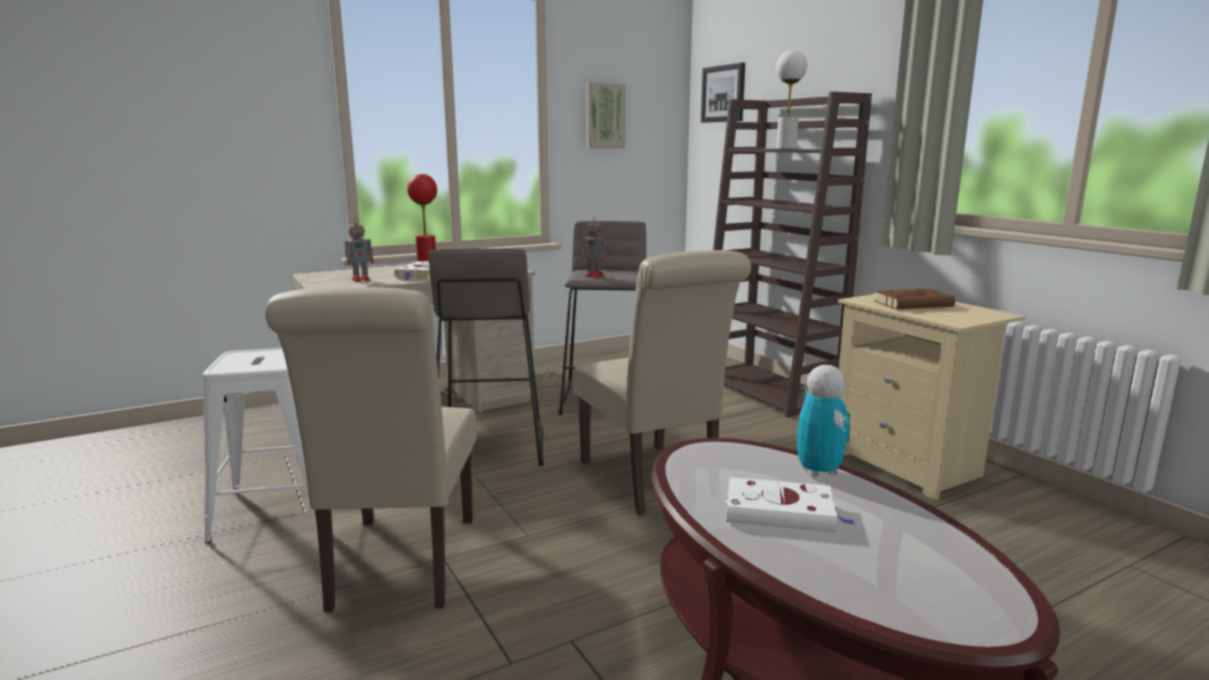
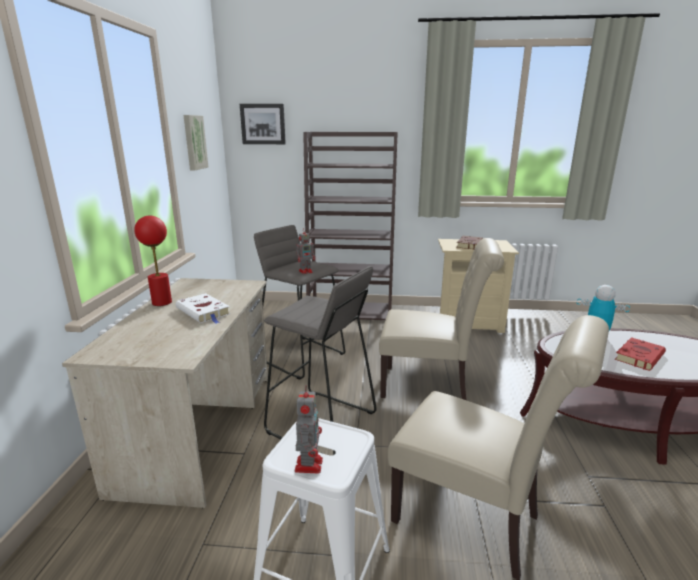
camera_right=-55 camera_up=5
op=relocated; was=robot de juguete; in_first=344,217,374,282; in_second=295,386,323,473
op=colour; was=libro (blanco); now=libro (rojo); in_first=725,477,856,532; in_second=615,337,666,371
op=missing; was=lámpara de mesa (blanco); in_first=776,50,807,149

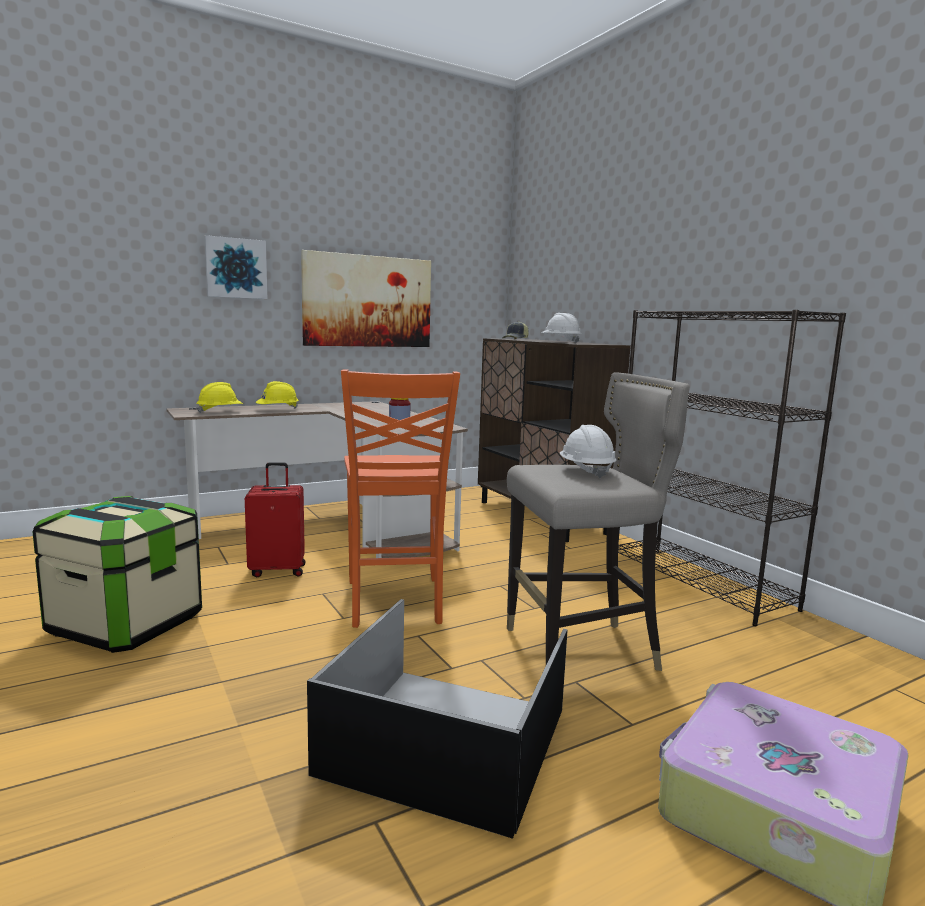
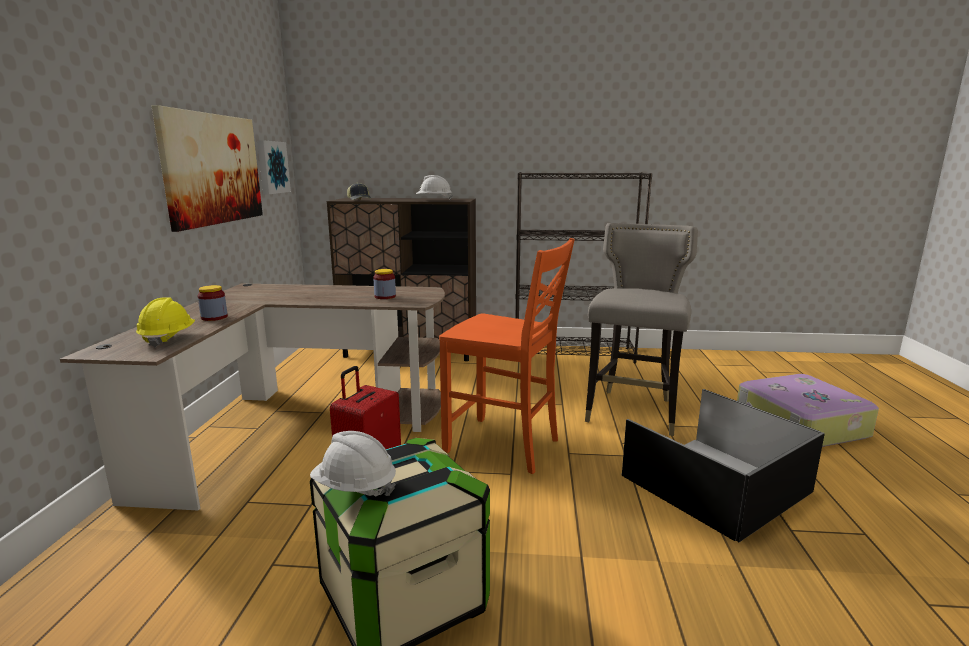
camera_right=-55 camera_up=5
op=exchanged; was=casco (amarillo); now=tarro; in_first=256,381,299,409; in_second=197,285,228,321
op=relocated; was=cuadro; in_first=204,235,267,299; in_second=257,140,291,194
op=relocated; was=casco (blanco); in_first=560,425,616,478; in_second=310,431,396,496

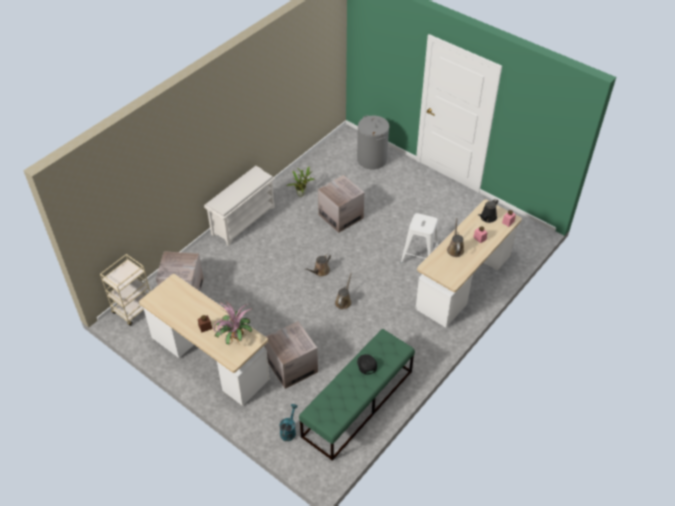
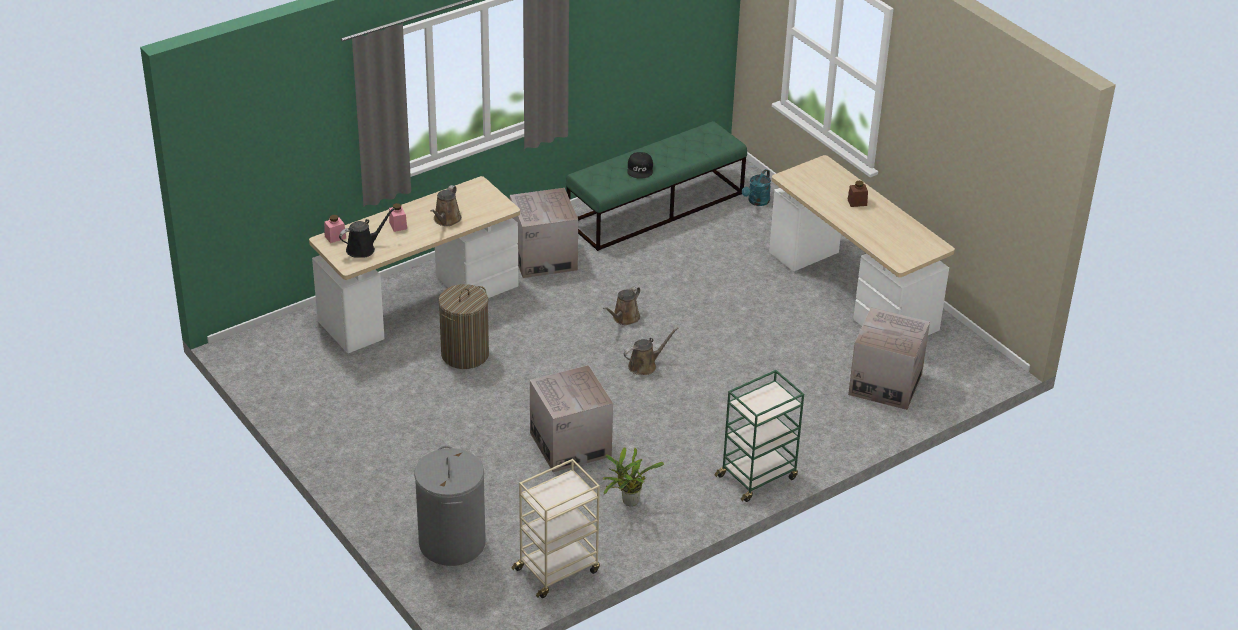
camera_right=-165 camera_up=-10
op=exchanged; was=taburete (blanco); now=cesto de la ropa; in_first=401,213,438,263; in_second=439,284,489,369
op=relocated; was=caja de cartón; in_first=265,321,318,389; in_second=510,188,578,278
op=relocated; was=carrito (beis); in_first=100,254,150,326; in_second=511,459,600,598
op=exchanged; was=zapatero (blanco); now=carrito (verde); in_first=204,166,275,246; in_second=715,370,804,502
op=missing; was=planta en maceta; in_first=213,302,252,346

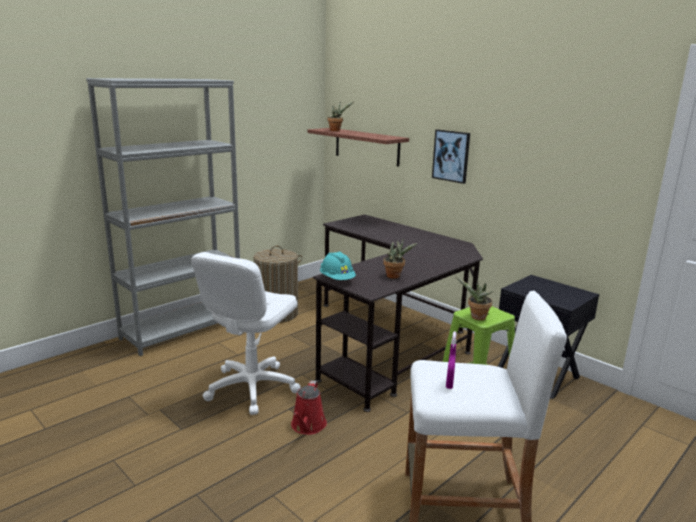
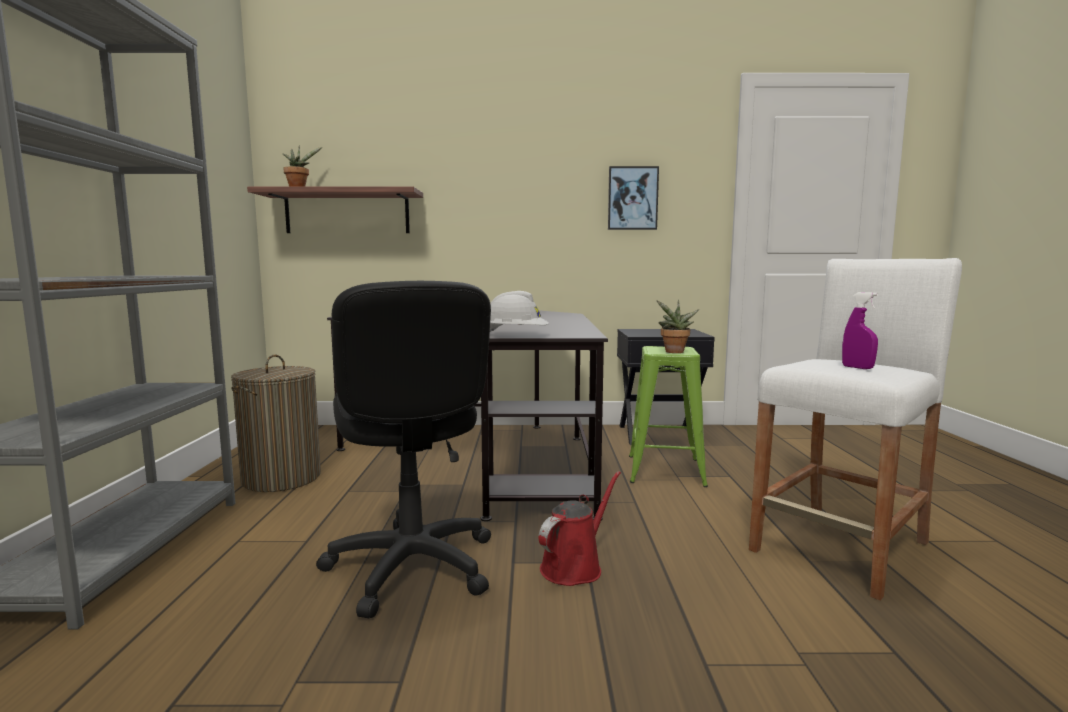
camera_right=-45 camera_up=-10
op=colour; was=silla de oficina (blanco); now=silla de oficina (negro); in_first=191,252,301,415; in_second=316,281,491,618
op=colour; was=casco (turquesa); now=casco (blanco); in_first=320,252,356,280; in_second=490,291,549,332
op=spun; was=regadera (rojo); in_first=291,381,327,435; in_second=539,471,621,586; clockwise=-105
op=relocated; was=cuadro; in_first=432,129,470,184; in_second=608,166,659,230
op=missing; was=planta en maceta; in_first=383,238,417,279

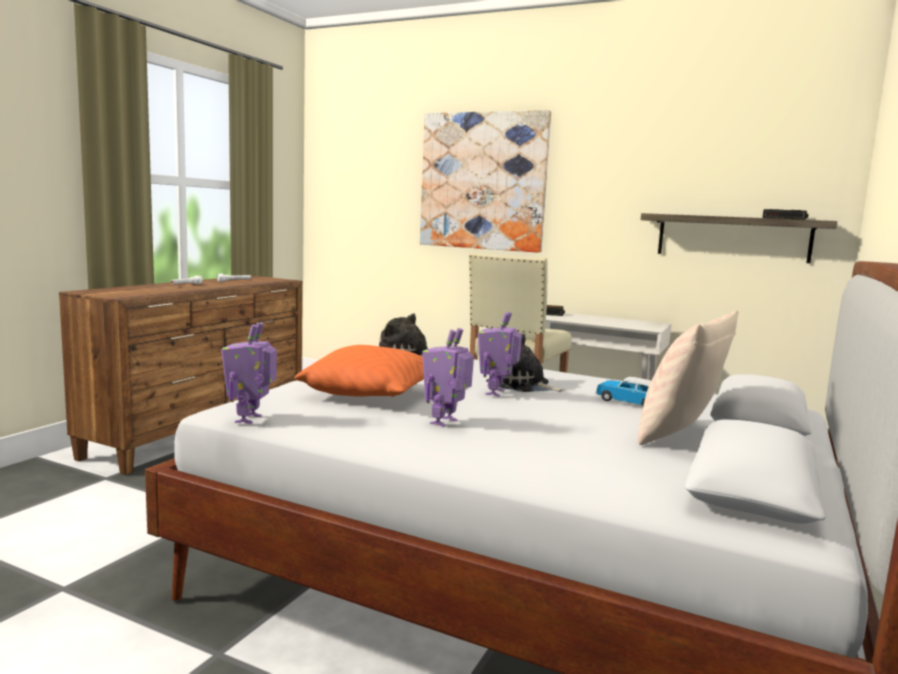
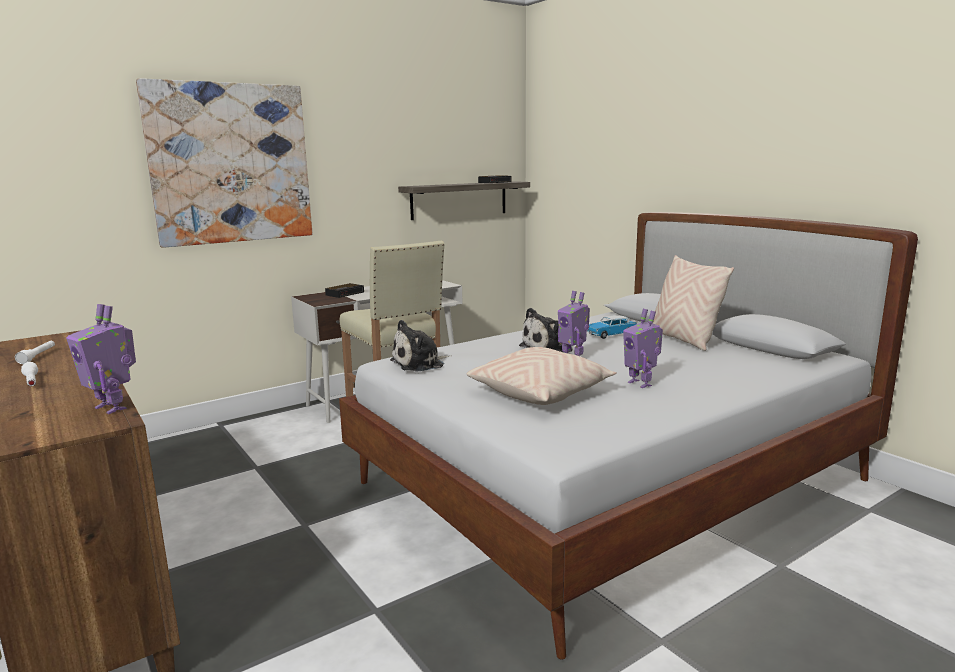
camera_right=-60 camera_up=5
op=relocated; was=robot de juguete; in_first=221,322,277,424; in_second=66,304,136,414
op=colour; was=cojín (naranja); now=cojín (beis); in_first=294,345,424,397; in_second=466,347,617,405

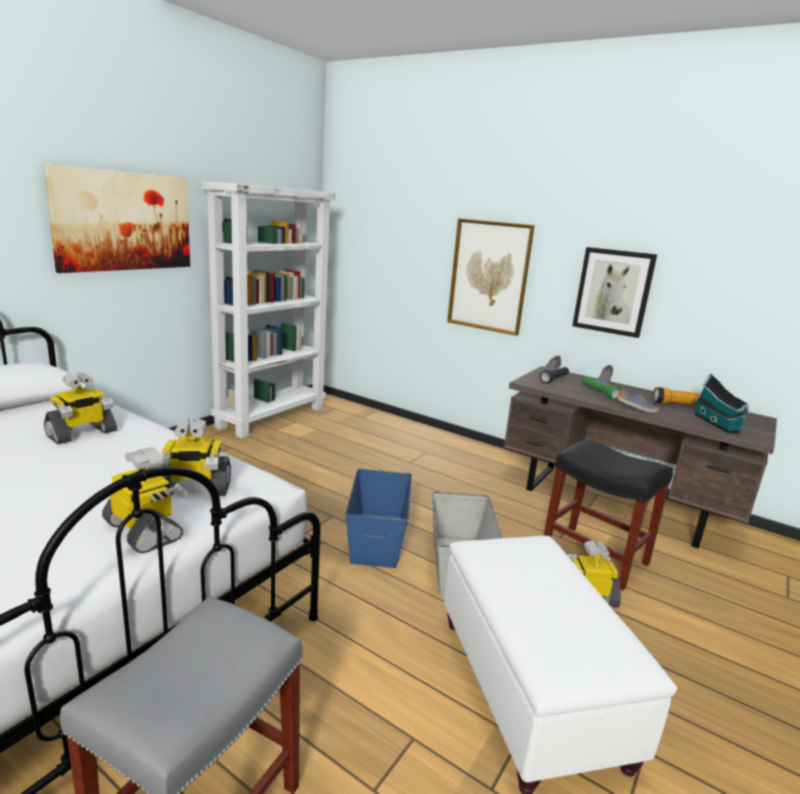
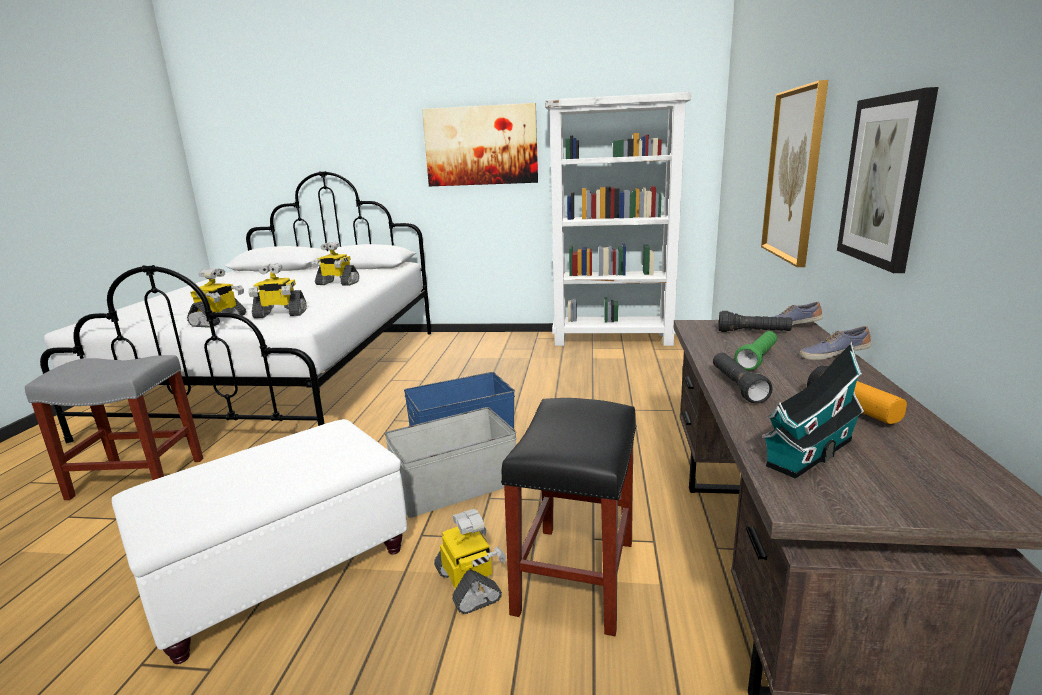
camera_right=65 camera_up=0
op=spun; was=robot de juguete; in_first=157,418,231,496; in_second=248,263,307,318; clockwise=-60
op=exchanged; was=zapato; now=linterna (negro); in_first=617,388,659,413; in_second=713,353,773,403

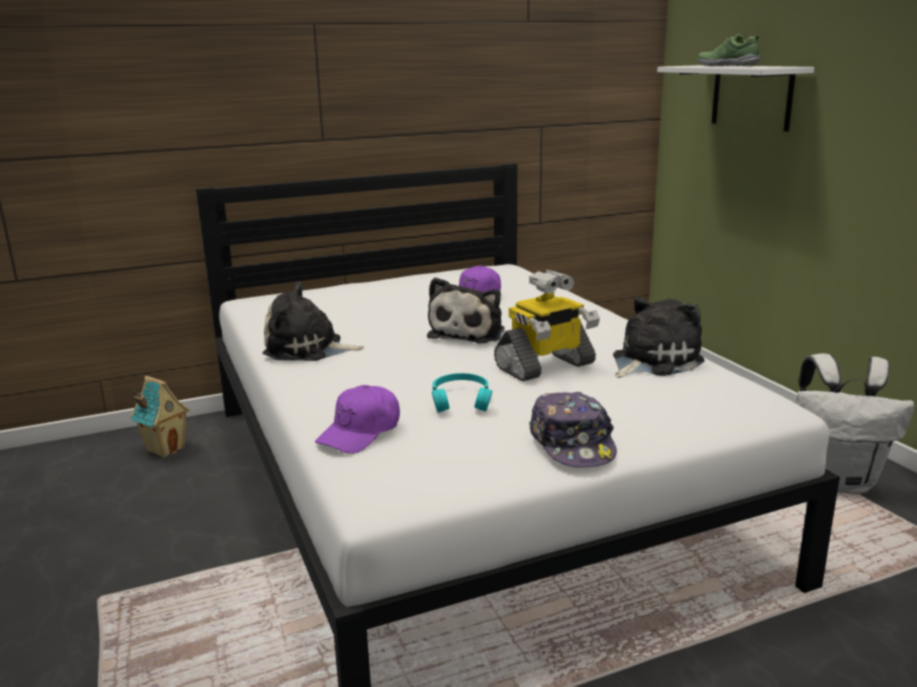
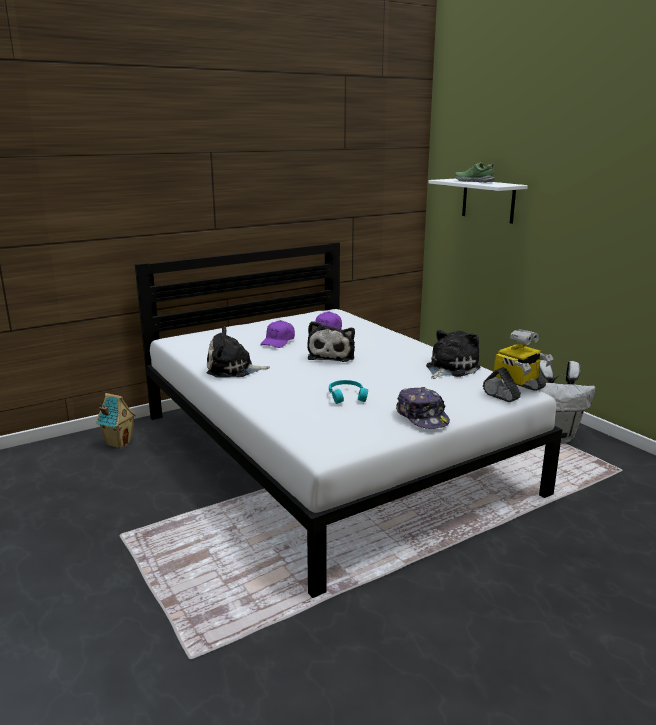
camera_right=-10 camera_up=0
op=relocated; was=gorra (morado); in_first=315,385,400,454; in_second=260,320,295,348
op=relocated; was=robot de juguete; in_first=494,269,600,381; in_second=483,329,554,402

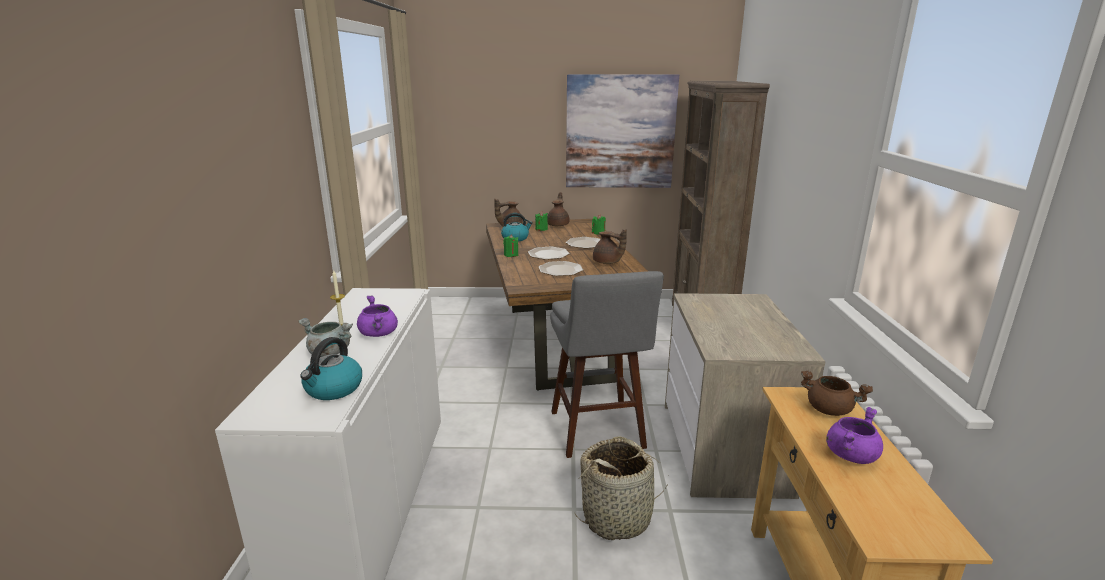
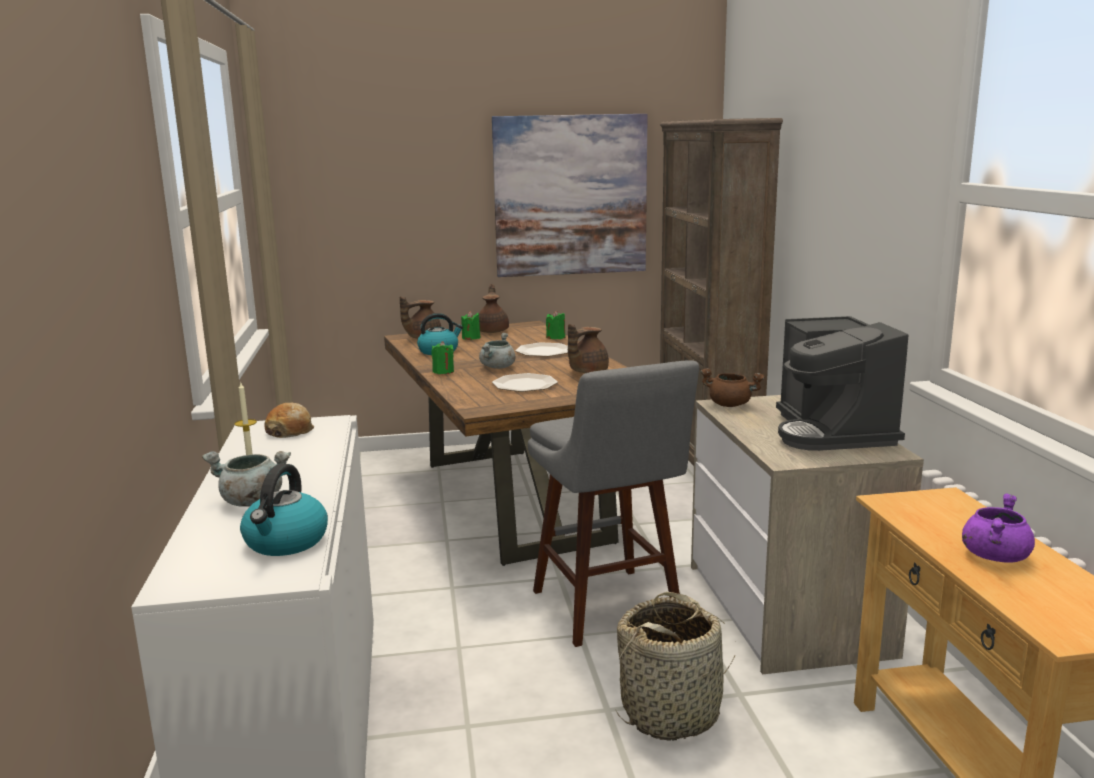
camera_right=-10 camera_up=-5
op=appeared; now=pan; in_second=264,403,314,438
op=exchanged; was=plato; now=olla (gris); in_first=528,246,570,260; in_second=479,333,515,369
op=spun; was=tetera (marrón); in_first=593,229,627,264; in_second=568,324,609,373; clockwise=105
op=relocated; was=olla (marrón); in_first=801,371,873,416; in_second=701,368,764,407
op=appeared; now=cafetera; in_second=776,316,908,451
op=missing; was=olla (morado); in_first=357,295,398,337

